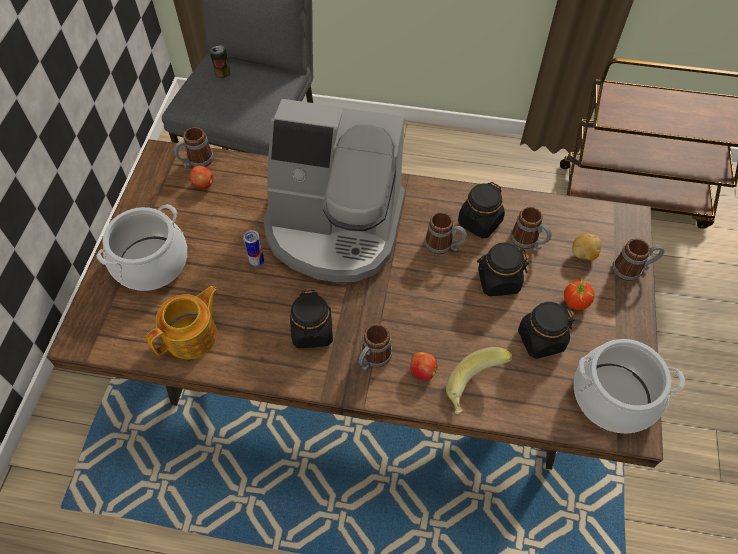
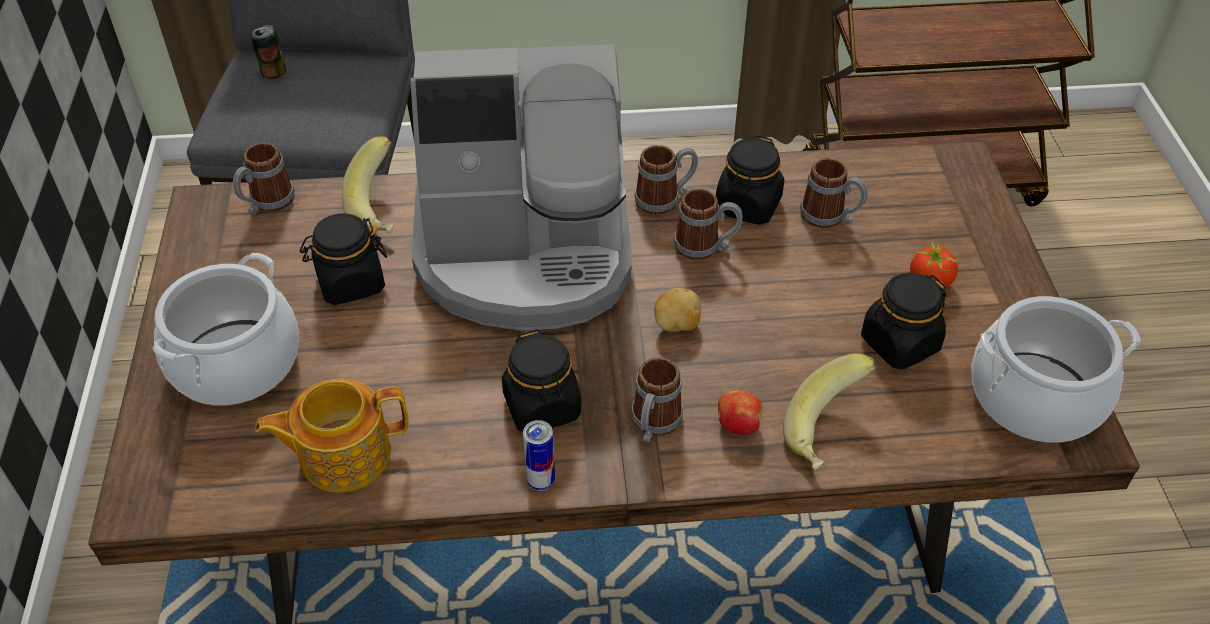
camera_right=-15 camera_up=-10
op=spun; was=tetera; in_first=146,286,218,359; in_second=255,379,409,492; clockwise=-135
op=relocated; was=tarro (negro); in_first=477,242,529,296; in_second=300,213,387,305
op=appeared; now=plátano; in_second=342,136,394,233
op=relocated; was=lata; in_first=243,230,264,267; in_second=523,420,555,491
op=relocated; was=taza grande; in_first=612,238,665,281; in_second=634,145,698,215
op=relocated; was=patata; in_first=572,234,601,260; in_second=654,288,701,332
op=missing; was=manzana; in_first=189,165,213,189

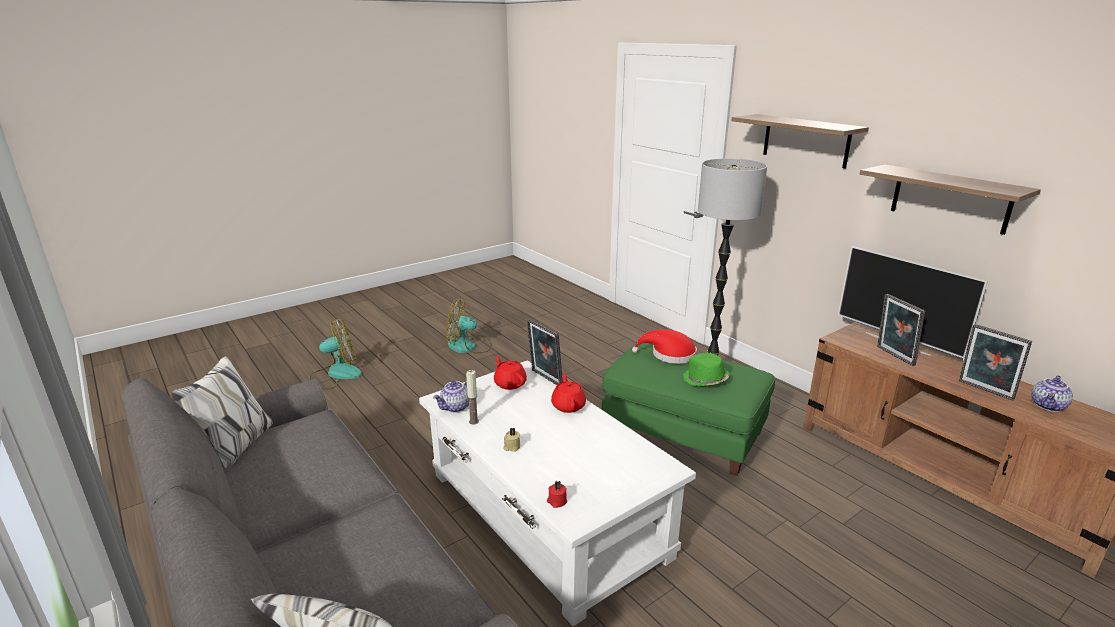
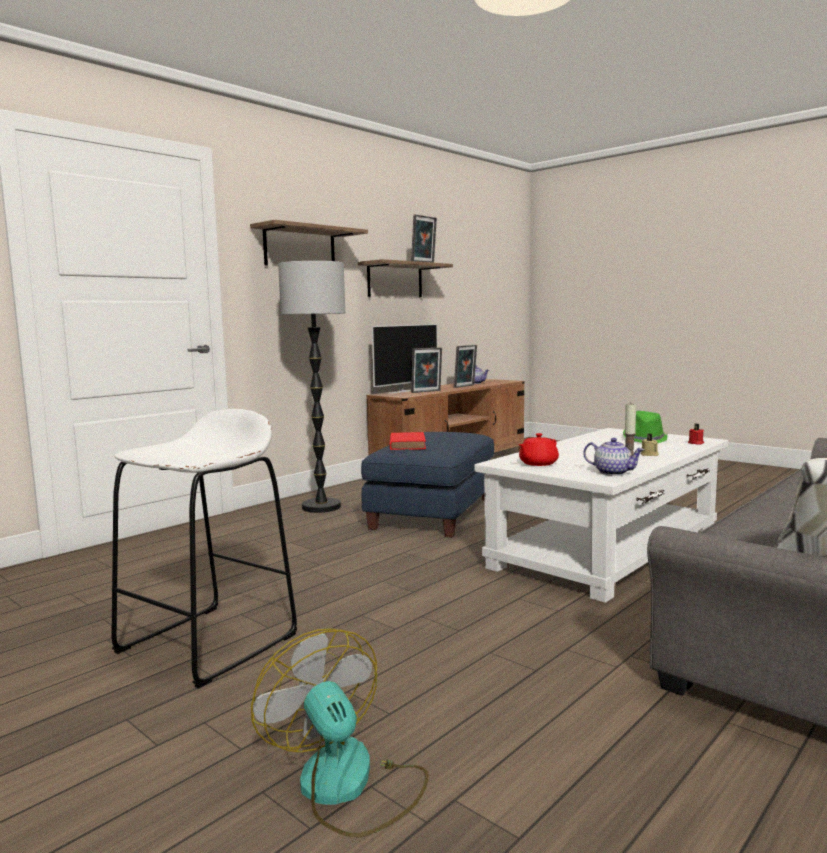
camera_right=-100 camera_up=-15
op=exchanged; was=ventilador; now=taburete (blanco); in_first=445,299,492,354; in_second=111,409,297,688
op=colour; was=puf (verde); now=puf (azul); in_first=601,343,775,476; in_second=361,432,494,538
op=exchanged; was=sombrero (rojo); now=libro (rojo); in_first=632,329,697,364; in_second=390,432,426,450
op=relocated; was=portarretratos; in_first=527,318,563,385; in_second=411,215,437,263
op=relocated; was=sombrero (verde); in_first=683,353,730,386; in_second=623,411,668,443
op=missing; was=tetera (rojo); in_first=551,373,586,413

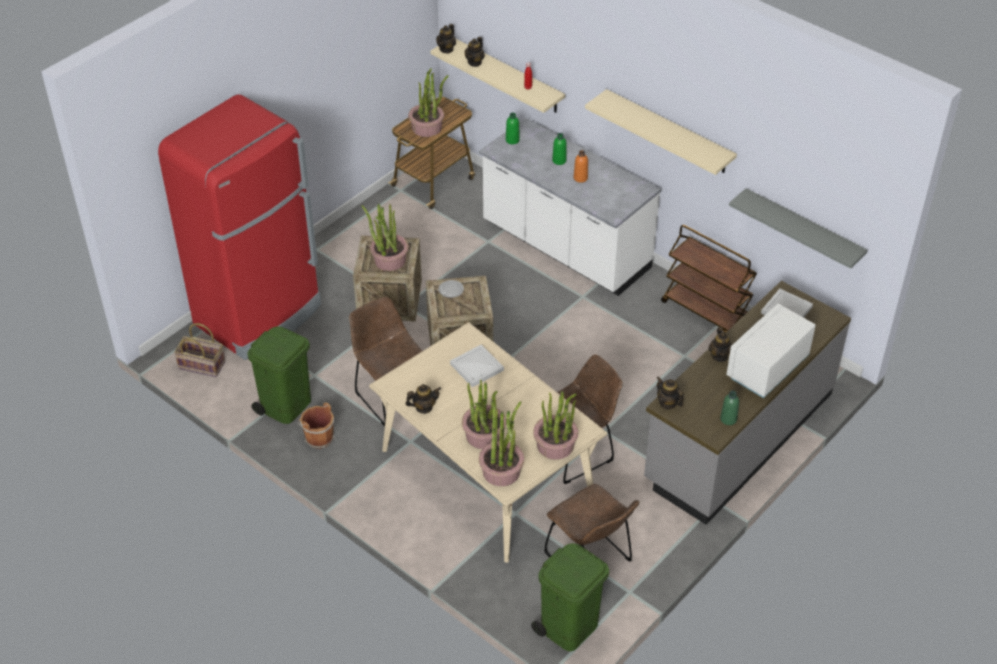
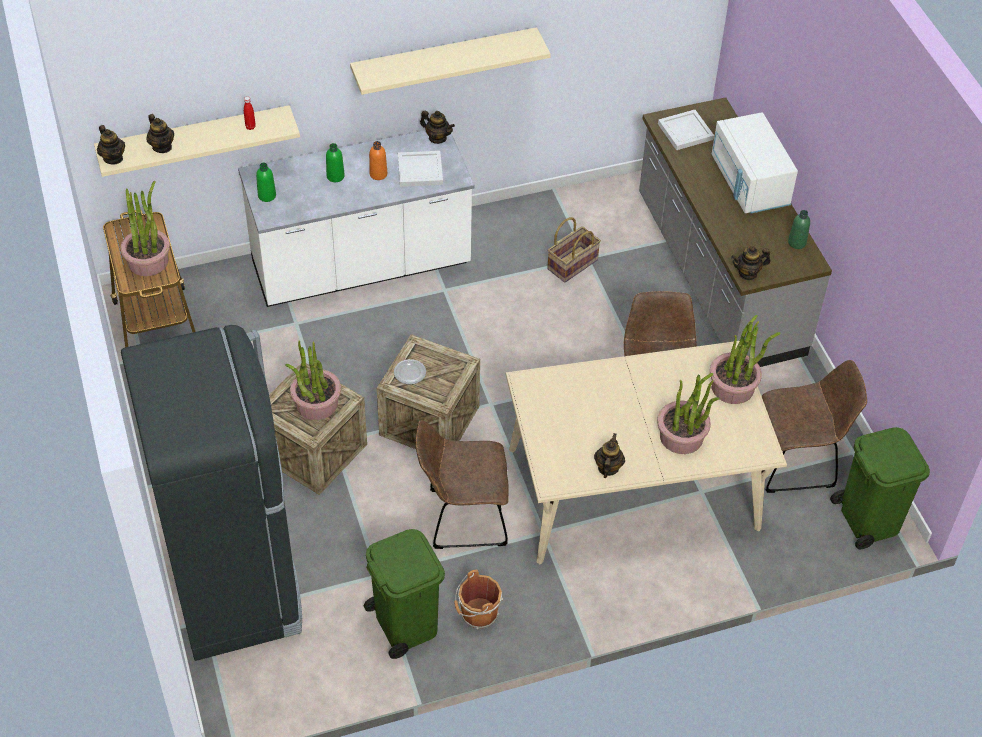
camera_right=-60 camera_up=5
op=colour; was=nevera (rojo); now=nevera (negro); in_first=158,94,321,360; in_second=121,325,302,661
op=relocated; was=bandeja (blanco); in_first=450,344,504,387; in_second=398,151,443,187
op=relocated; was=tetera; in_first=709,327,732,362; in_second=420,111,455,144
op=relocated; was=cesta; in_first=174,323,225,377; in_second=547,217,601,283
op=missing; was=planta en maceta; in_first=479,401,524,486
op=missing; was=carrito (marrón); in_first=661,225,757,333
op=missing; was=estante (gris); in_first=729,188,867,269

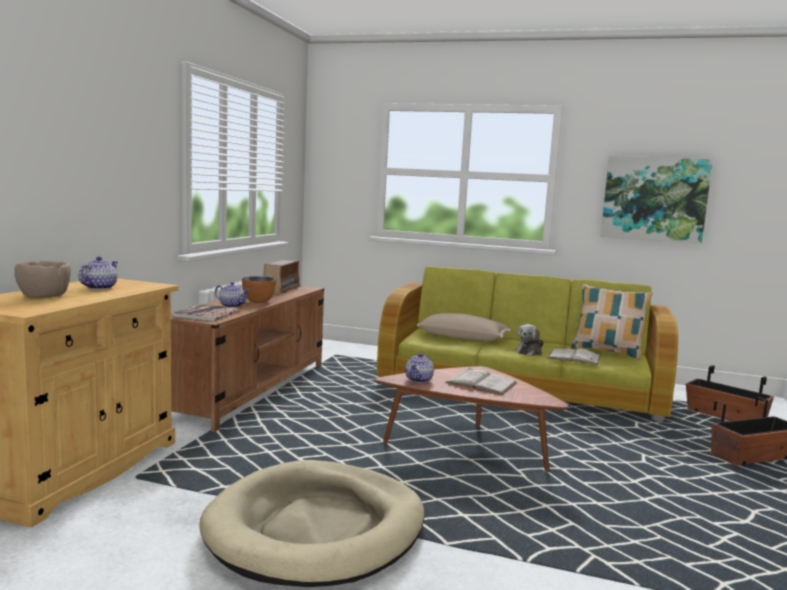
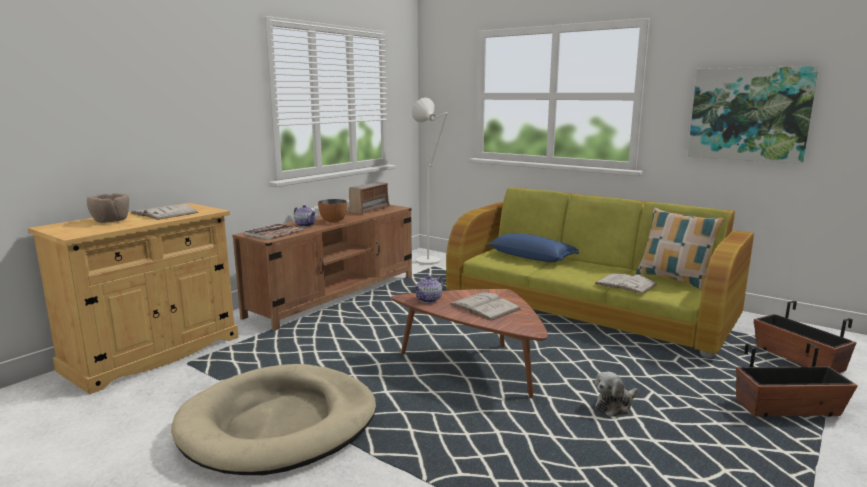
camera_right=20 camera_up=5
op=exchanged; was=tetera; now=libro (blanco); in_first=78,256,118,290; in_second=131,204,199,220
op=appeared; now=lámpara de pie (blanco); in_second=412,98,448,270
op=colour; was=cojín (beis); now=cojín (azul); in_first=417,313,511,341; in_second=488,233,579,262
op=relocated; was=peluche; in_first=516,324,544,356; in_second=595,372,637,417

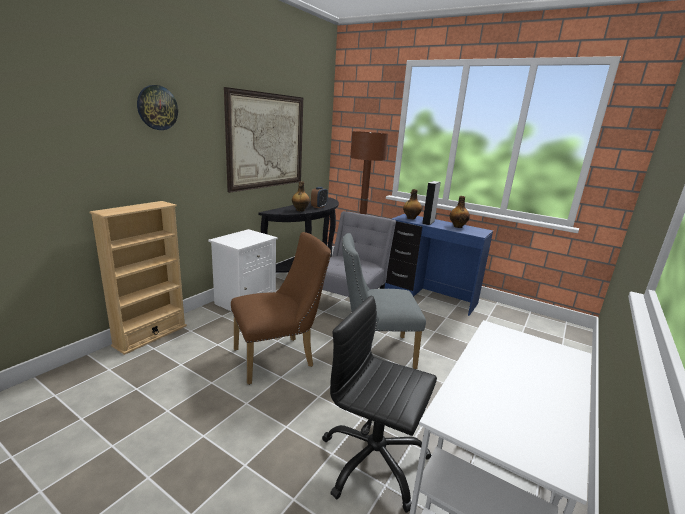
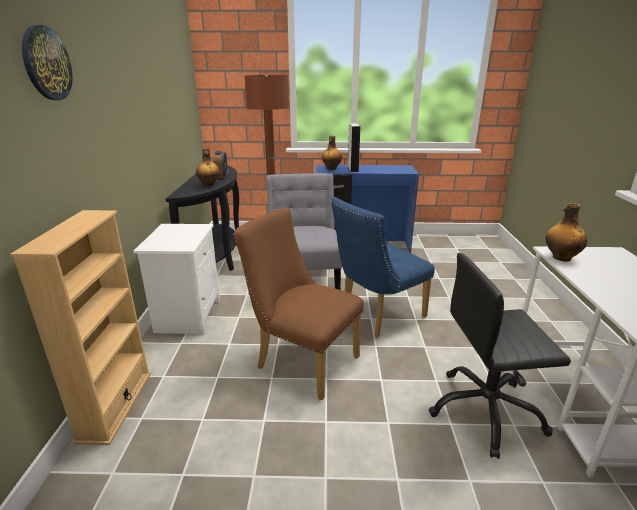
camera_right=-30 camera_up=5
op=spun; was=silla (marrón); in_first=231,232,331,385; in_second=233,208,364,400; clockwise=-90
op=colour; was=silla (gris); now=silla (azul); in_first=342,233,426,369; in_second=331,197,435,338
op=relocated; was=botella; in_first=450,196,470,228; in_second=545,203,587,262
op=missing; was=cuadro; in_first=224,87,303,193

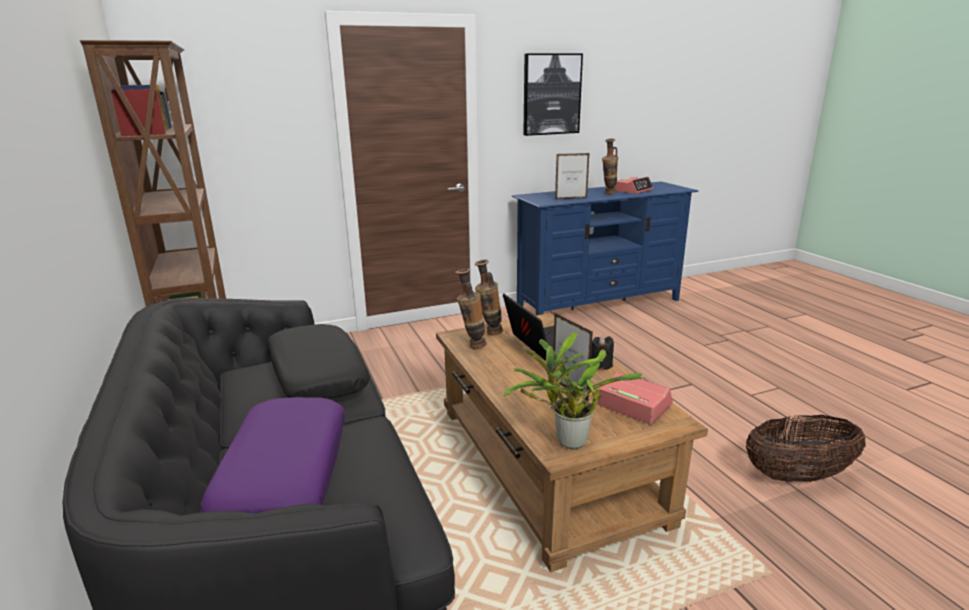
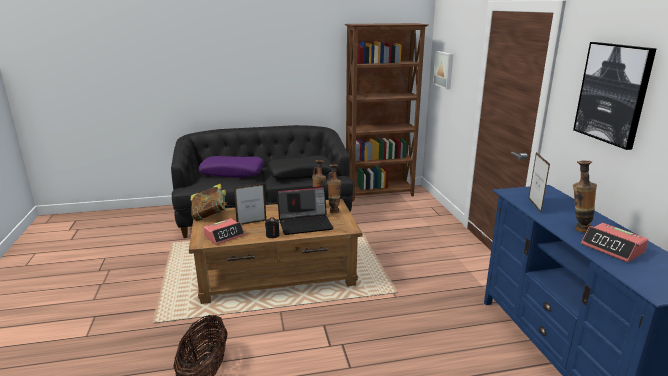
camera_right=100 camera_up=0
op=exchanged; was=planta en maceta; now=libro; in_first=503,332,643,449; in_second=191,184,227,221
op=appeared; now=cuadro; in_second=433,51,453,89

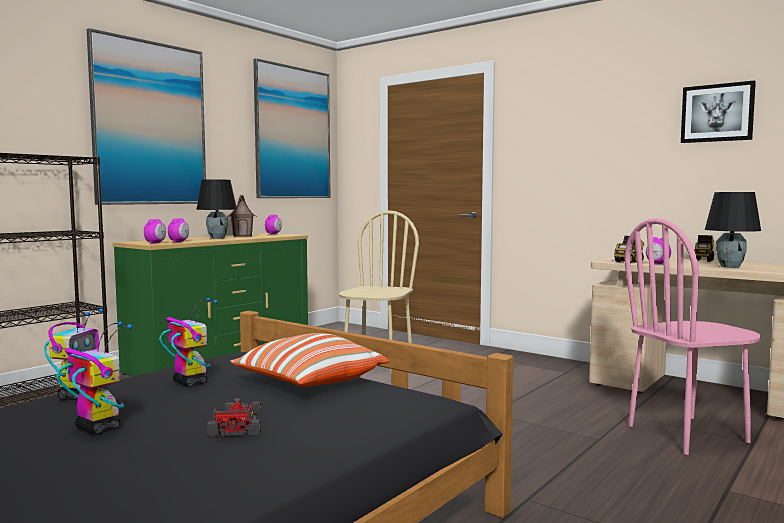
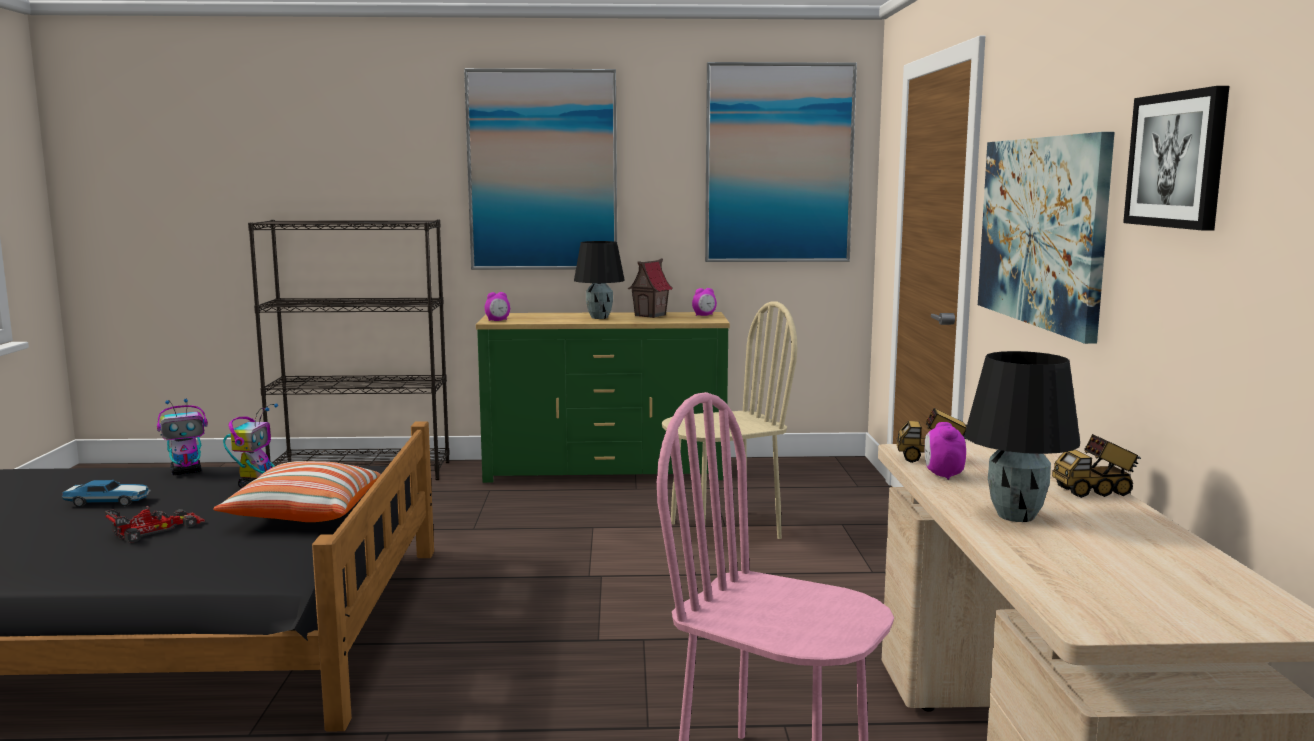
camera_right=50 camera_up=5
op=exchanged; was=robot de juguete; now=coche de juguete; in_first=56,322,132,435; in_second=62,480,151,507
op=appeared; now=cuadro; in_second=978,132,1115,344
op=missing; was=despertador; in_first=168,218,189,242

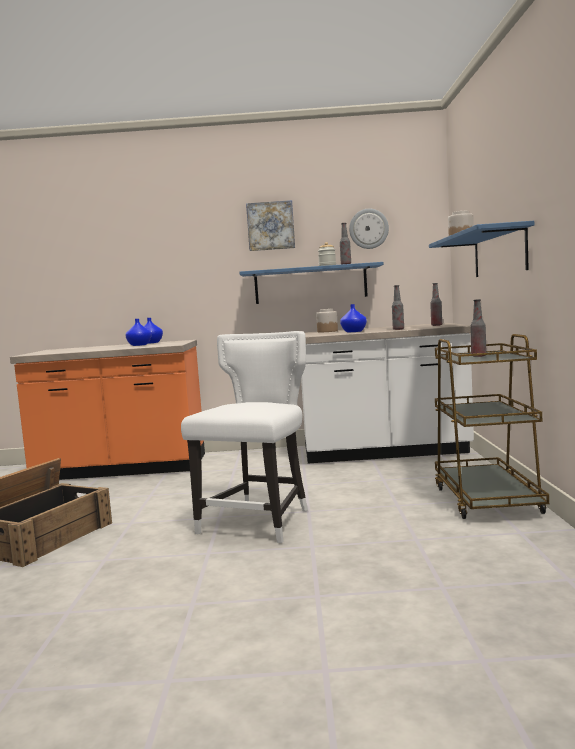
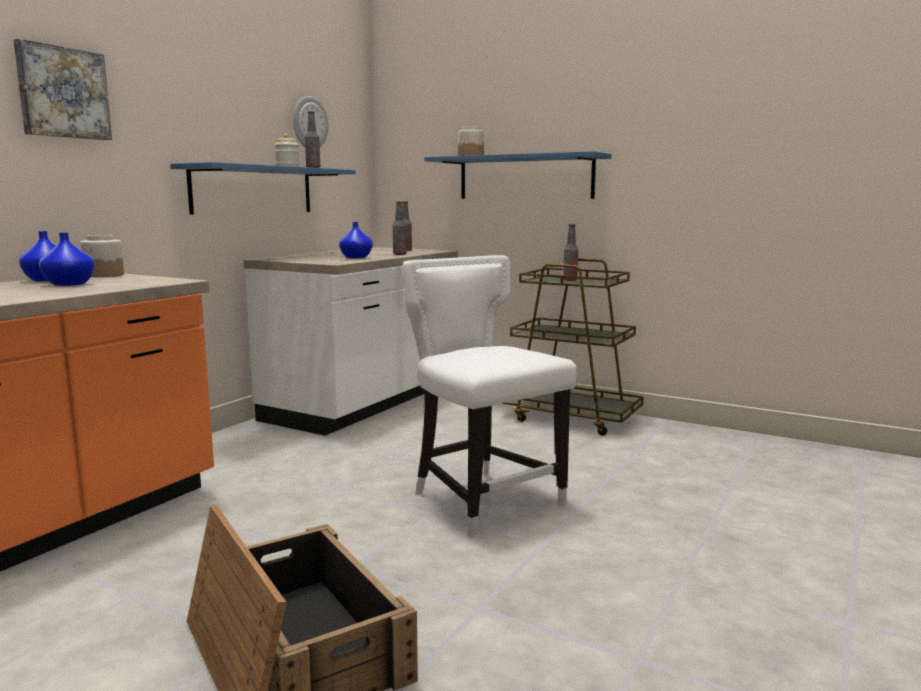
camera_right=-60 camera_up=5
op=relocated; was=cuadro; in_first=246,200,295,251; in_second=14,38,112,140
op=relocated; was=tarro; in_first=316,309,338,332; in_second=80,235,124,277

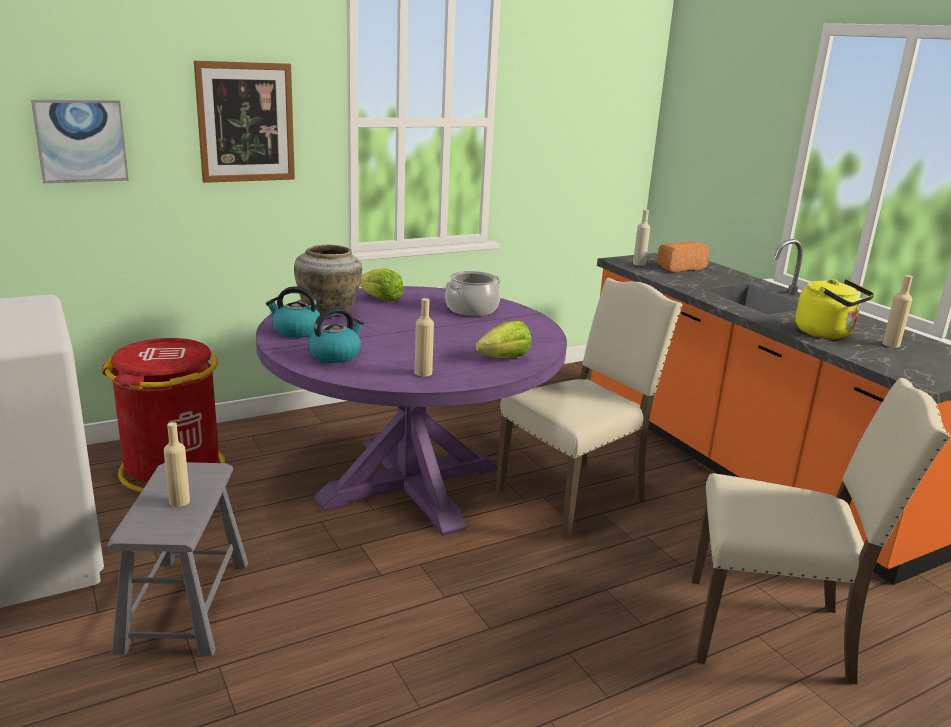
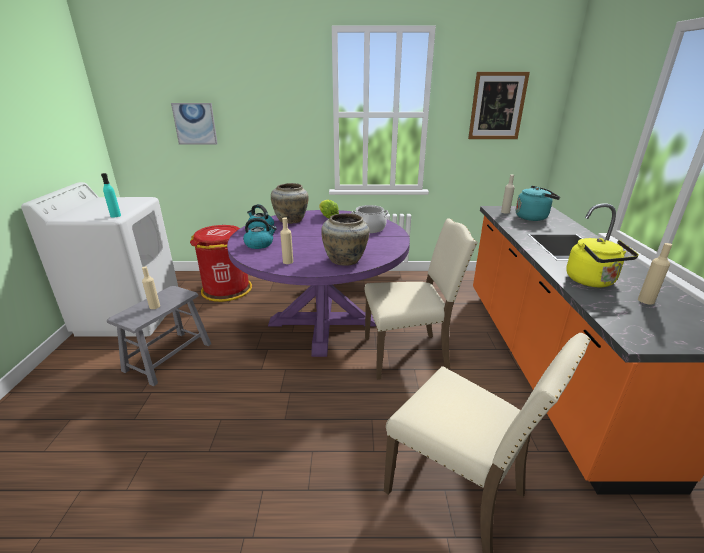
camera_right=30 camera_up=5
op=appeared; now=botella (turquesa); in_second=101,173,121,218
op=exchanged; was=lechuga; now=florero (beis); in_first=475,321,531,358; in_second=321,213,370,266
op=relocated; was=cuadro; in_first=194,61,295,183; in_second=468,72,530,139
op=exchanged; was=pan; now=hervidor (turquesa); in_first=657,241,710,272; in_second=516,186,560,221

